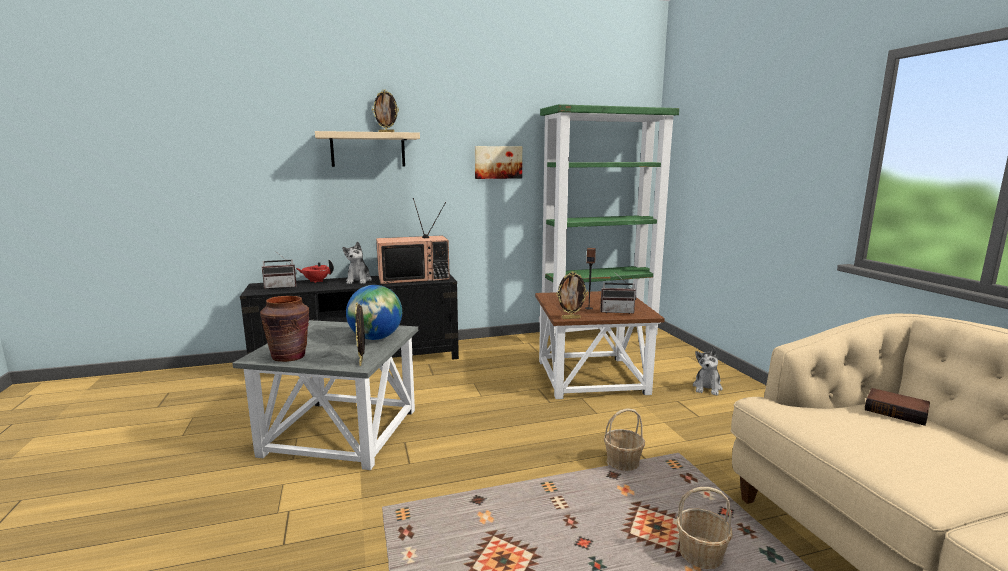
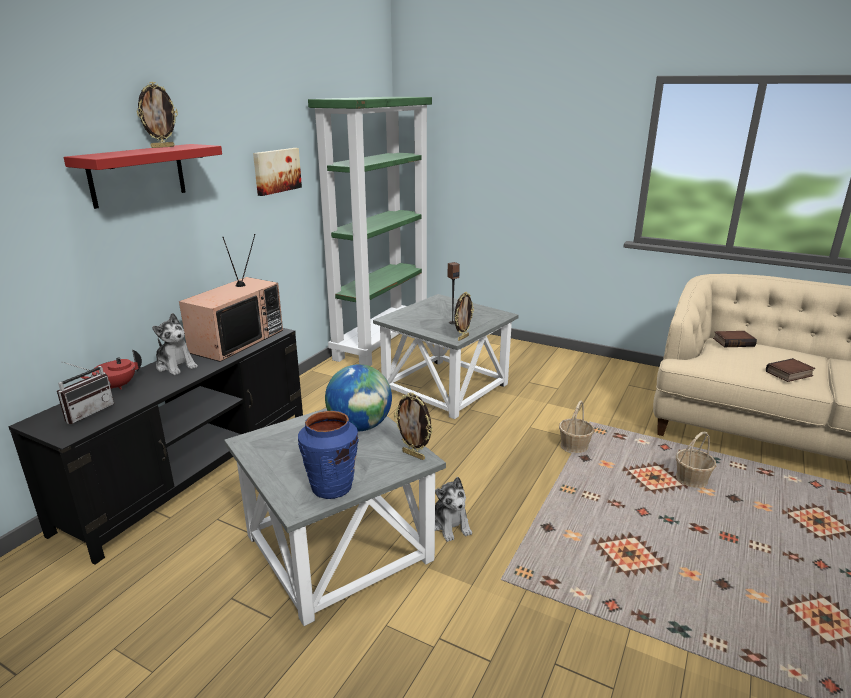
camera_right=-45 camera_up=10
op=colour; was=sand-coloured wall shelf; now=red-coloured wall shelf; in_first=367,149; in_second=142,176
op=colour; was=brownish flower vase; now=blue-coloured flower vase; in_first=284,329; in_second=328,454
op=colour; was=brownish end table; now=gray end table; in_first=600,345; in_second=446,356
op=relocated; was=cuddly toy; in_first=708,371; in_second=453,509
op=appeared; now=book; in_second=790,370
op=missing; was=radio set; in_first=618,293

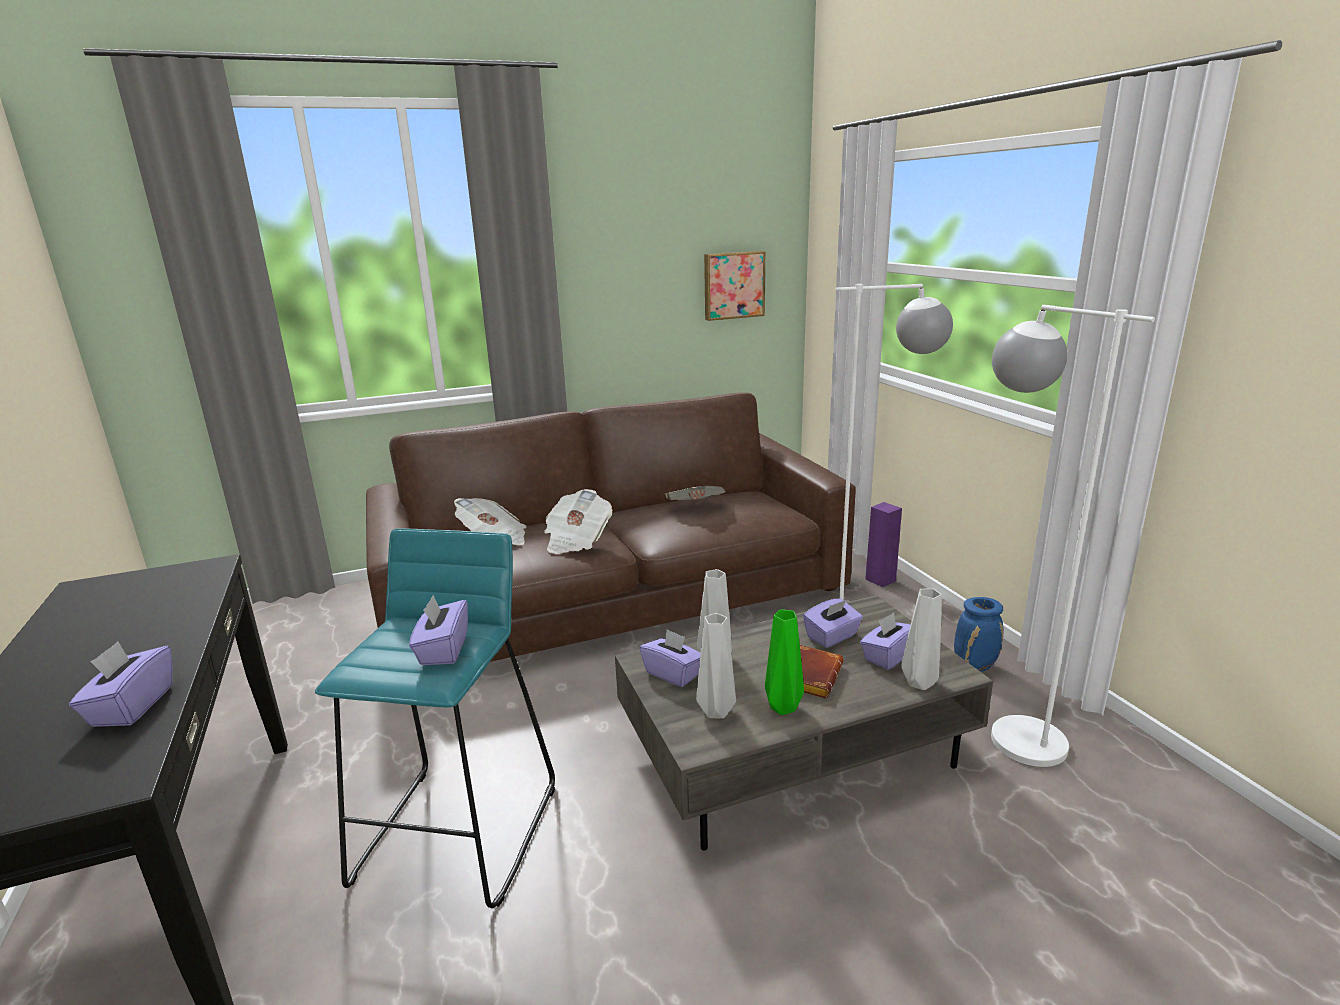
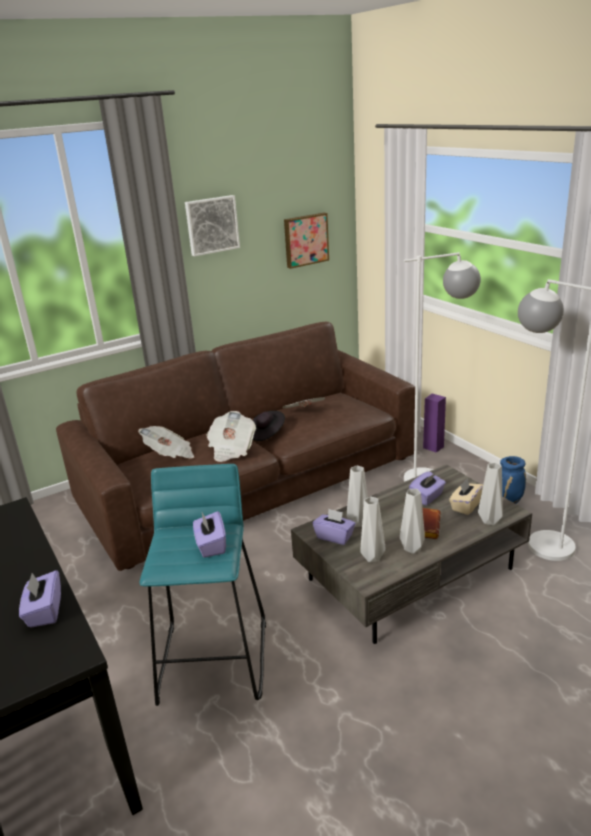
camera_right=-10 camera_up=5
op=appeared; now=picture; in_second=212,226
op=appeared; now=black-coloured wearable hat; in_second=269,426
op=colour; was=green-coloured flower vase; now=gray flower vase; in_first=784,662; in_second=412,521
op=colour; was=purple tissue box; now=sand-coloured tissue box; in_first=885,641; in_second=466,496

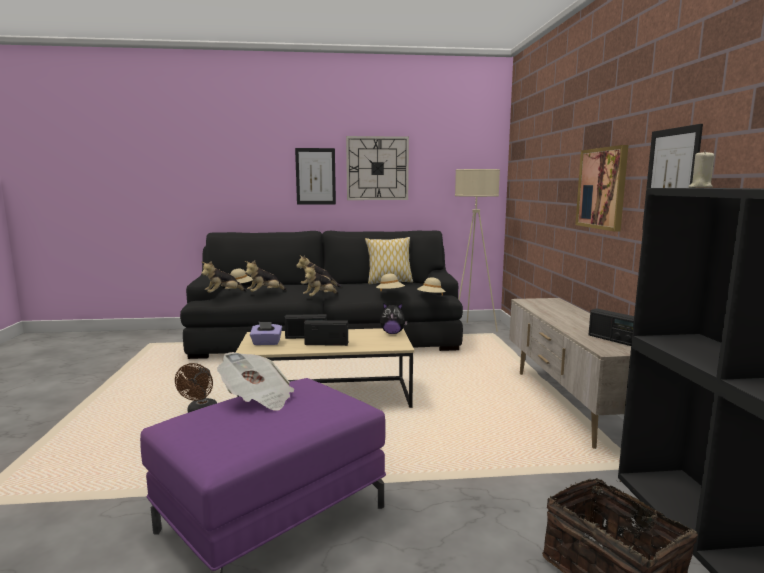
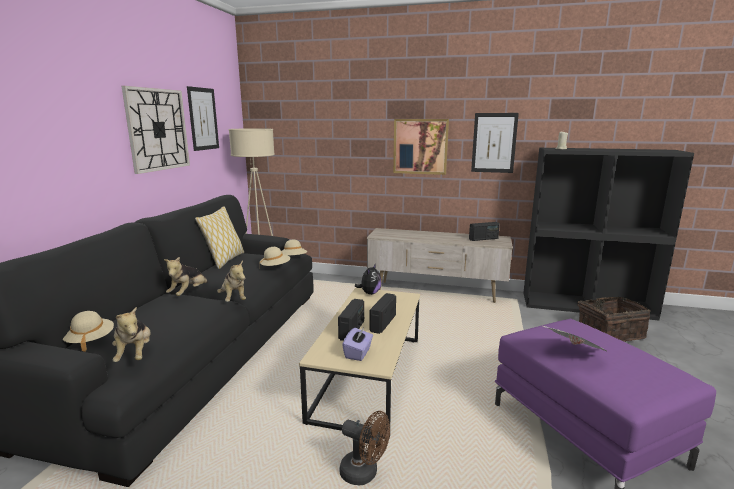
camera_right=-70 camera_up=5
op=relocated; was=picture; in_first=315,176; in_second=203,118
op=missing; was=cuddly toy; in_first=266,276

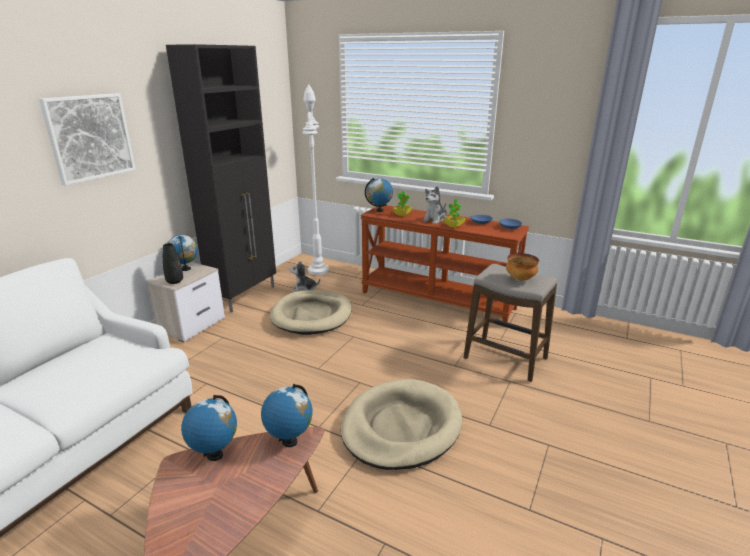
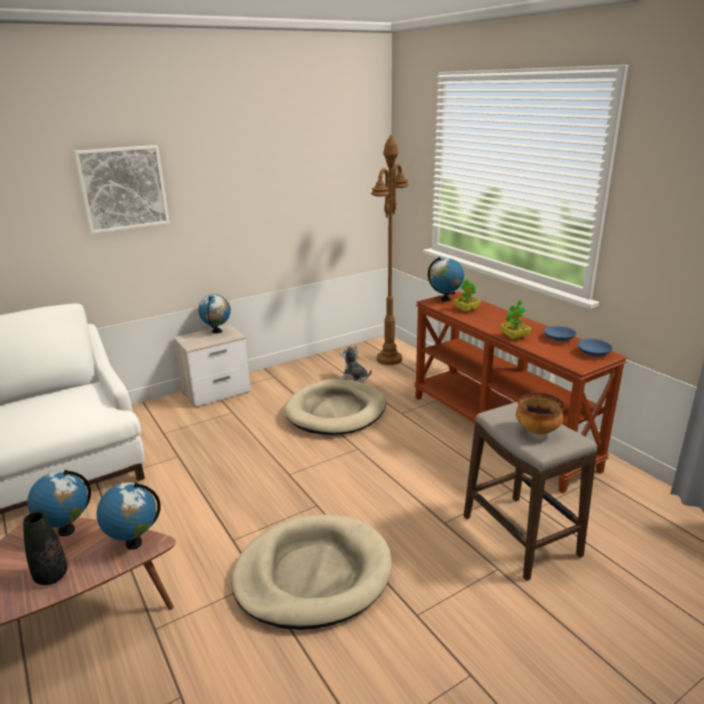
camera_right=30 camera_up=0
op=relocated; was=black-coloured flower vase; in_first=173,263; in_second=45,548
op=colour; was=whitish floor lamp; now=brownish floor lamp; in_first=315,179; in_second=390,250
op=missing; was=black-coloured cupboard; in_first=221,178
op=missing; was=cuddly toy; in_first=434,205

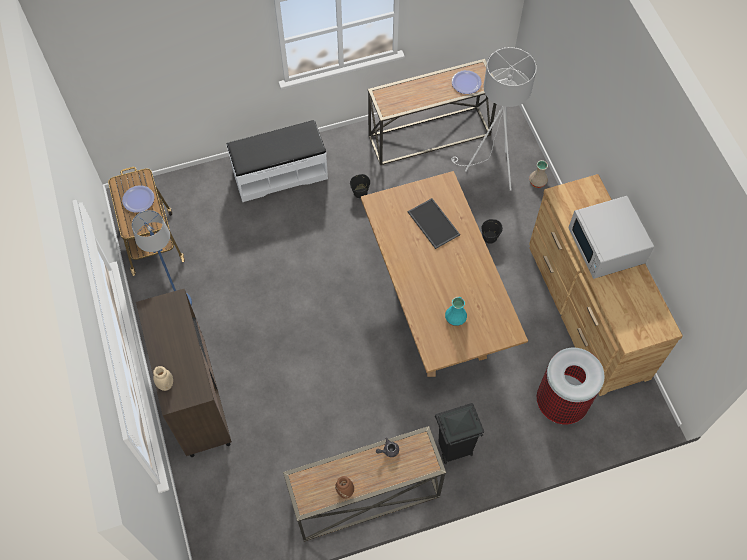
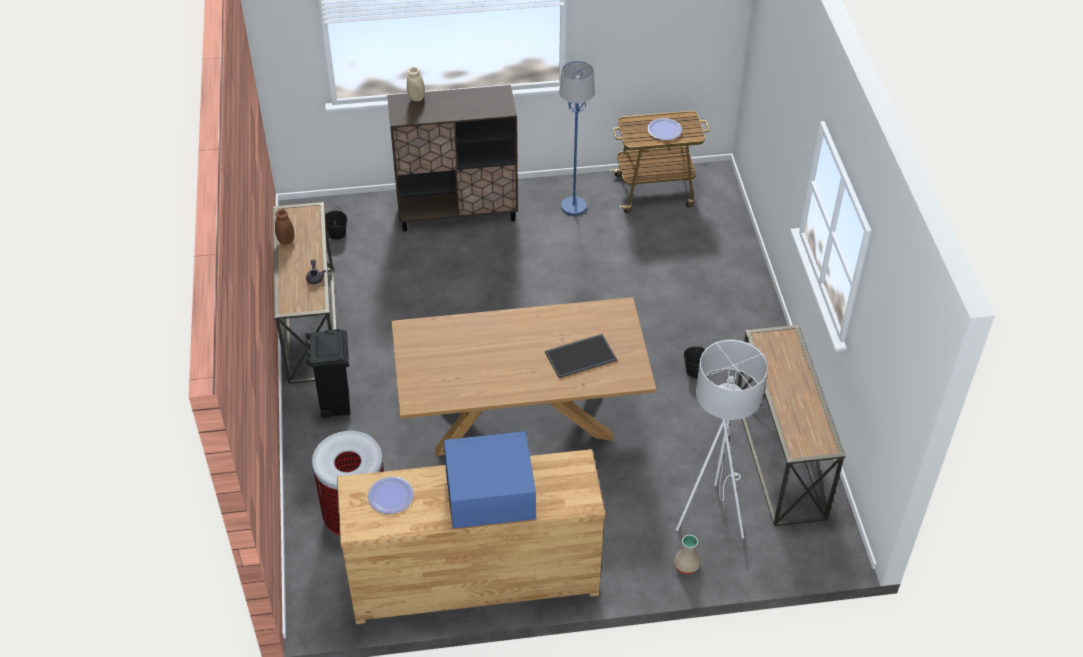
camera_right=100 camera_up=-15
op=relocated; was=black-coloured pail; in_first=492,231; in_second=336,223
op=relocated; was=plate; in_first=467,82; in_second=391,495
op=colour; was=whitish microwave; now=blue-coloured microwave; in_first=611,237; in_second=490,479
op=missing; was=whitish indoor bench; in_first=277,161
op=missing; was=blue-green flower vase; in_first=456,311

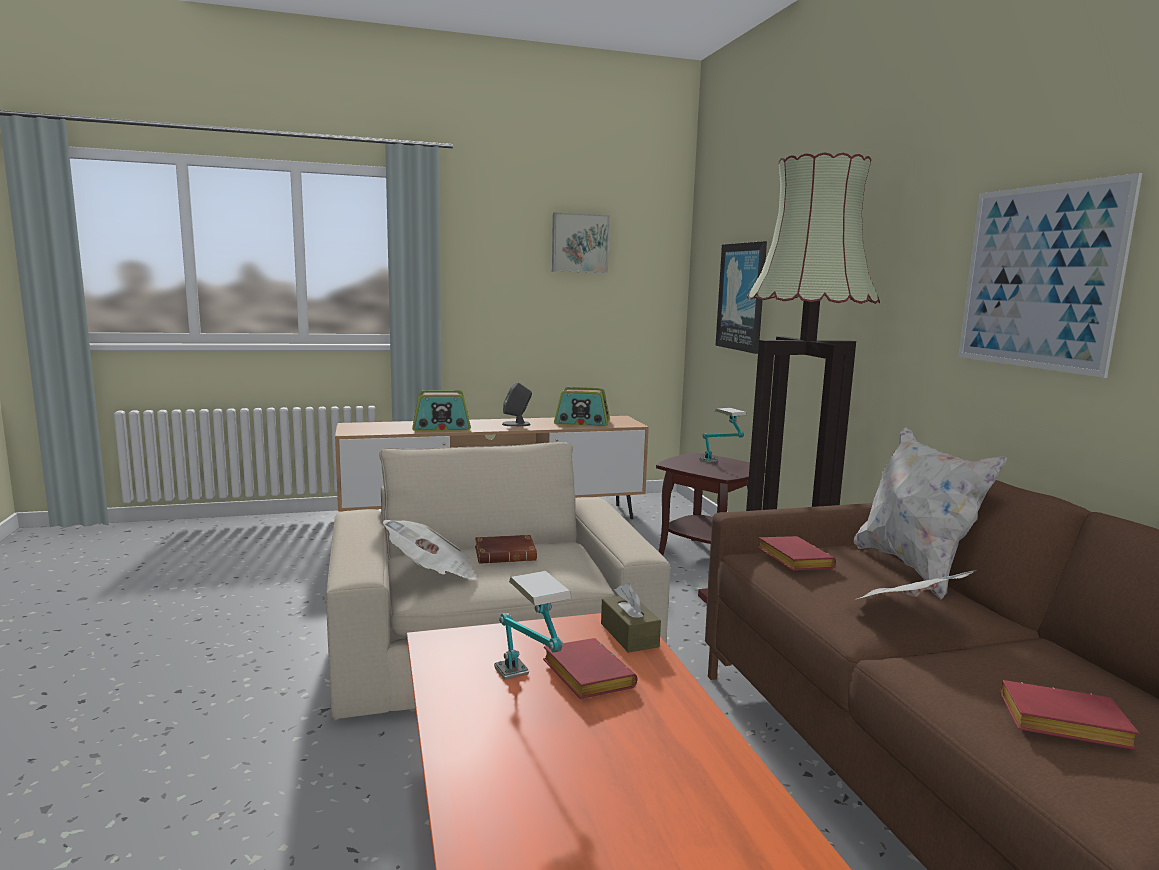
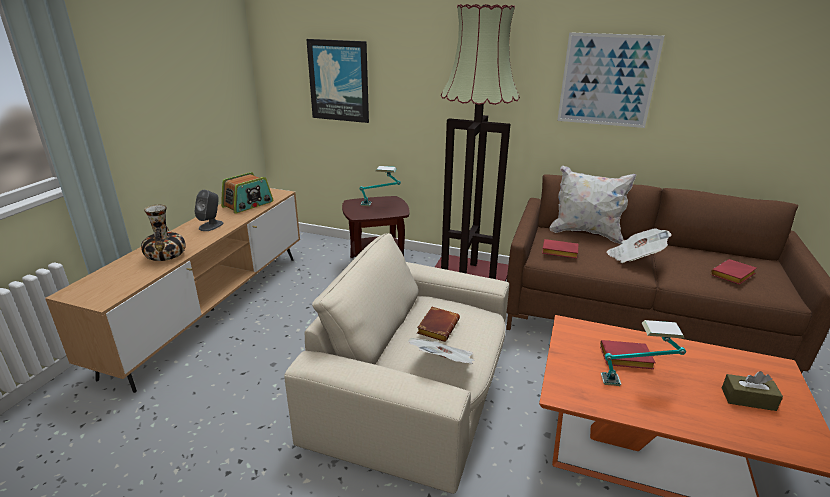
camera_right=-55 camera_up=15
op=exchanged; was=radio set; now=flower vase; in_first=441,410; in_second=163,232
op=relocated; was=brownish tissue box; in_first=631,618; in_second=752,391
op=missing; was=picture; in_first=581,242

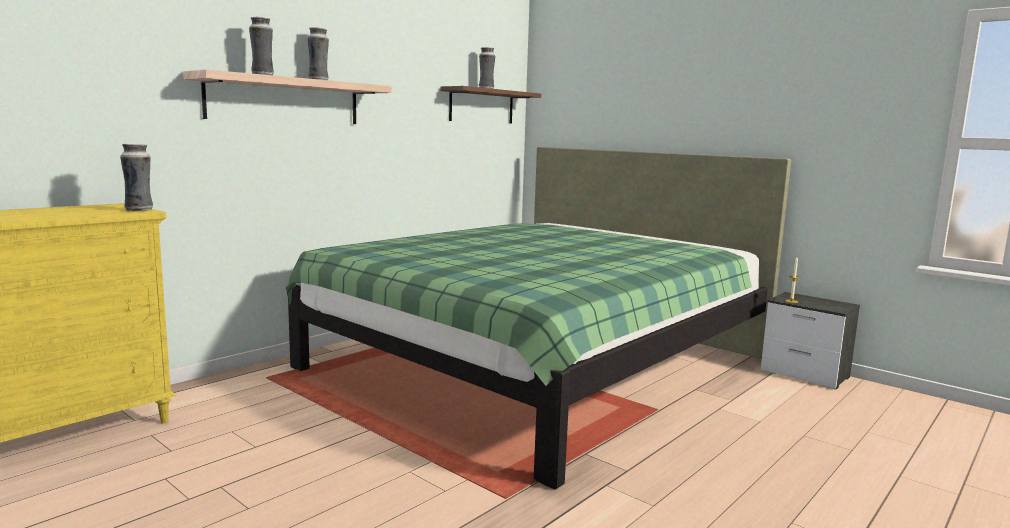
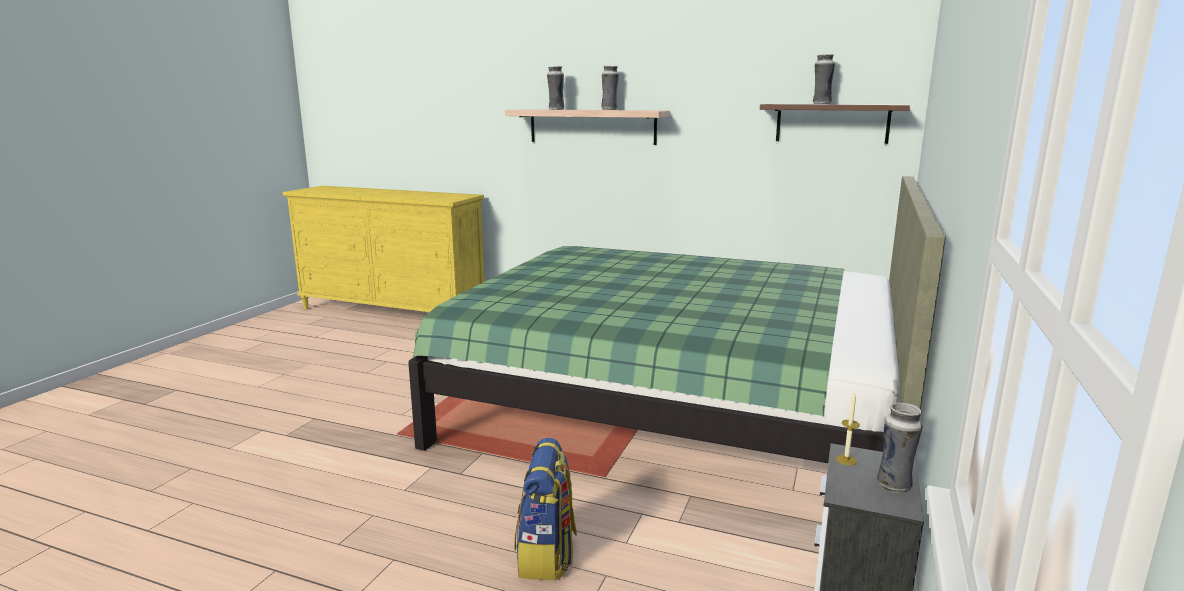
camera_right=70 camera_up=5
op=appeared; now=rucksack; in_second=545,509
op=relocated; was=flower vase; in_first=136,177; in_second=900,448

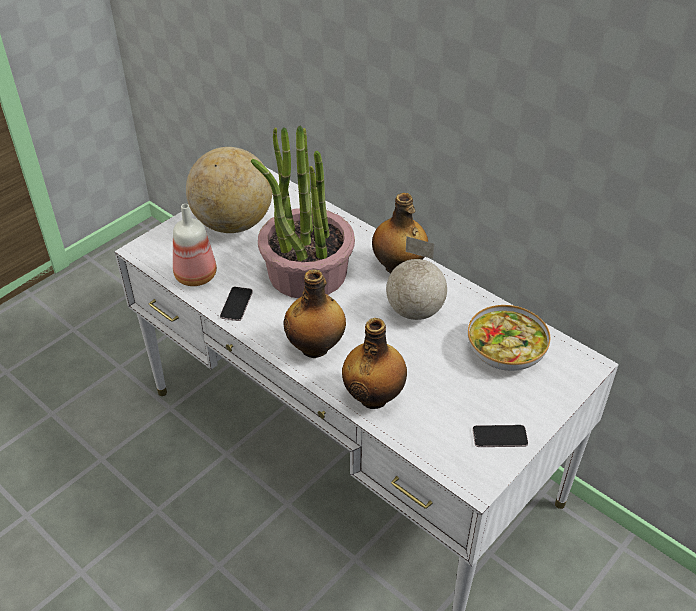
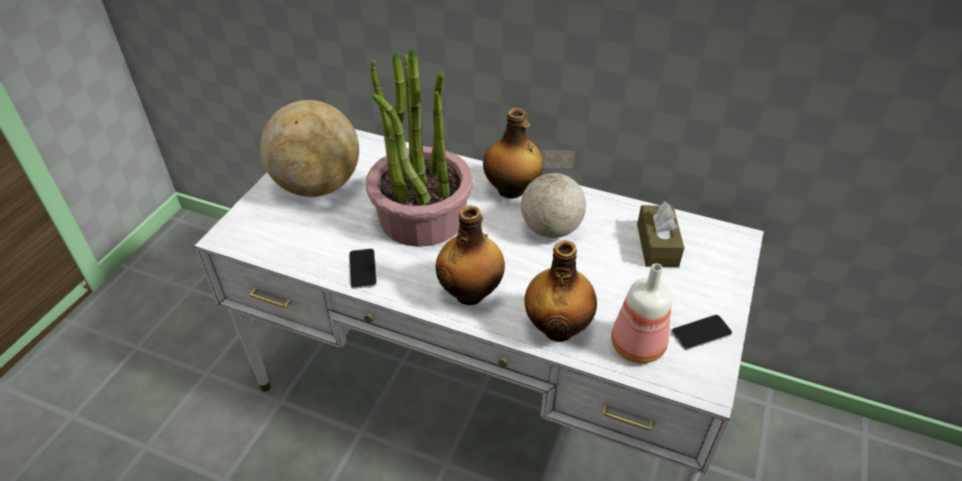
camera_right=-20 camera_up=0
op=relocated; was=drink bottle; in_first=195,245; in_second=641,313
op=exchanged; was=serving bowl; now=brownish tissue box; in_first=509,338; in_second=660,234

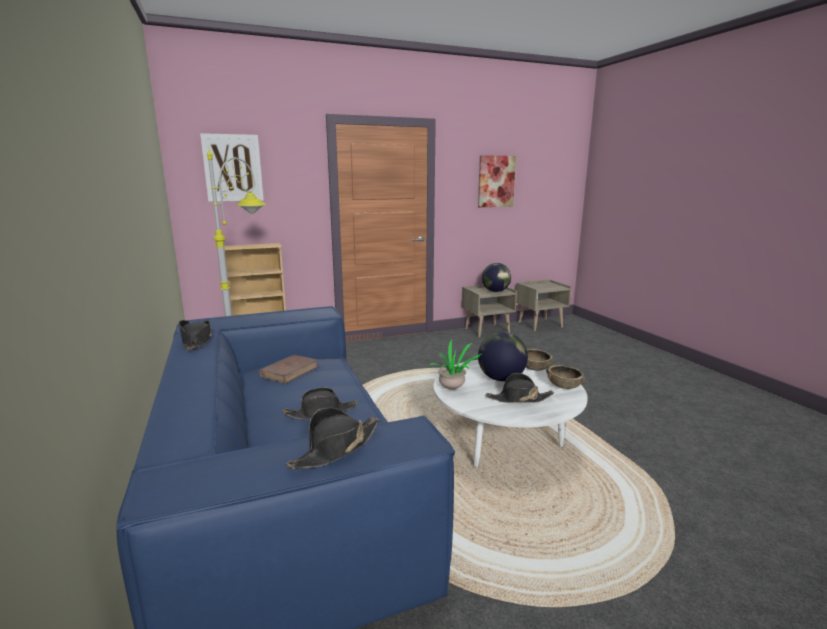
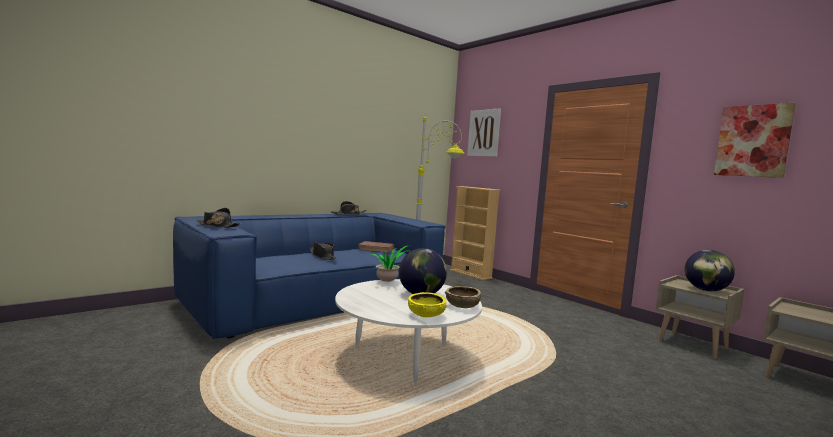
camera_right=70 camera_up=-10
op=colour; was=brownish serving bowl; now=yellow serving bowl; in_first=566,377; in_second=427,304
op=missing; was=black-coloured wearable hat; in_first=520,388

